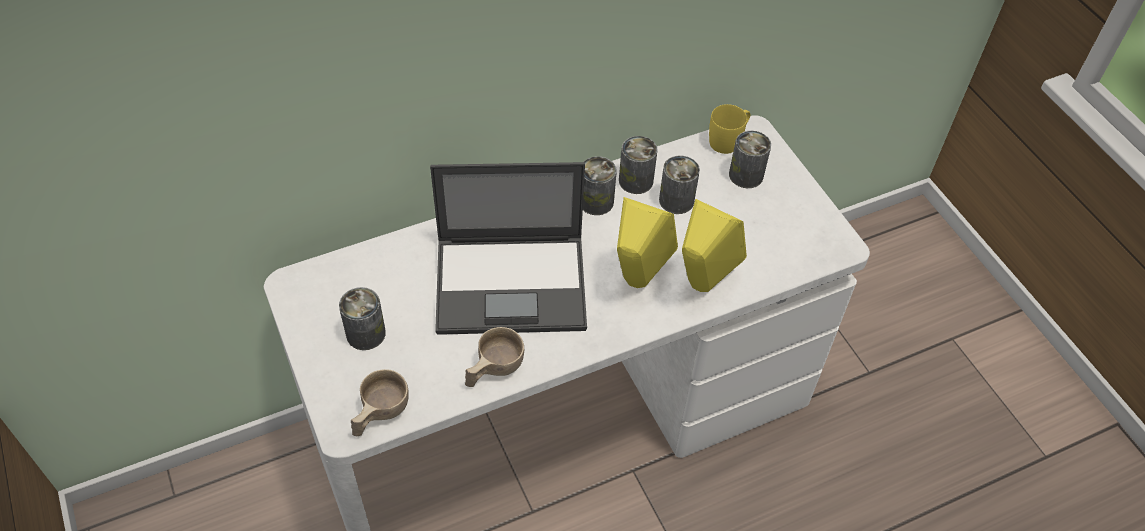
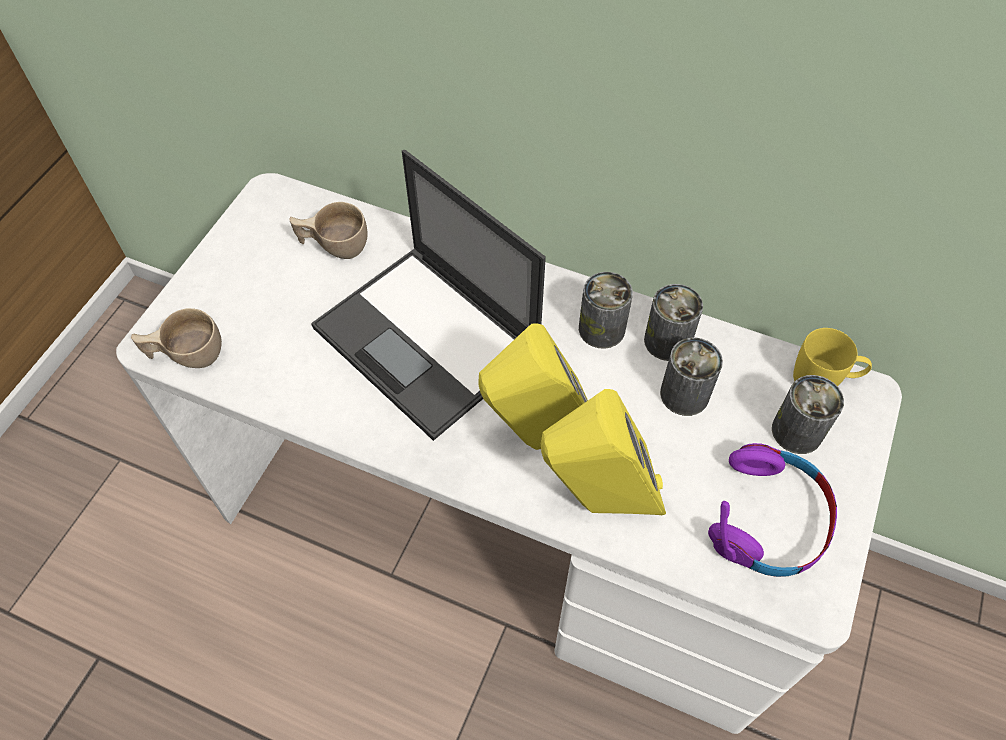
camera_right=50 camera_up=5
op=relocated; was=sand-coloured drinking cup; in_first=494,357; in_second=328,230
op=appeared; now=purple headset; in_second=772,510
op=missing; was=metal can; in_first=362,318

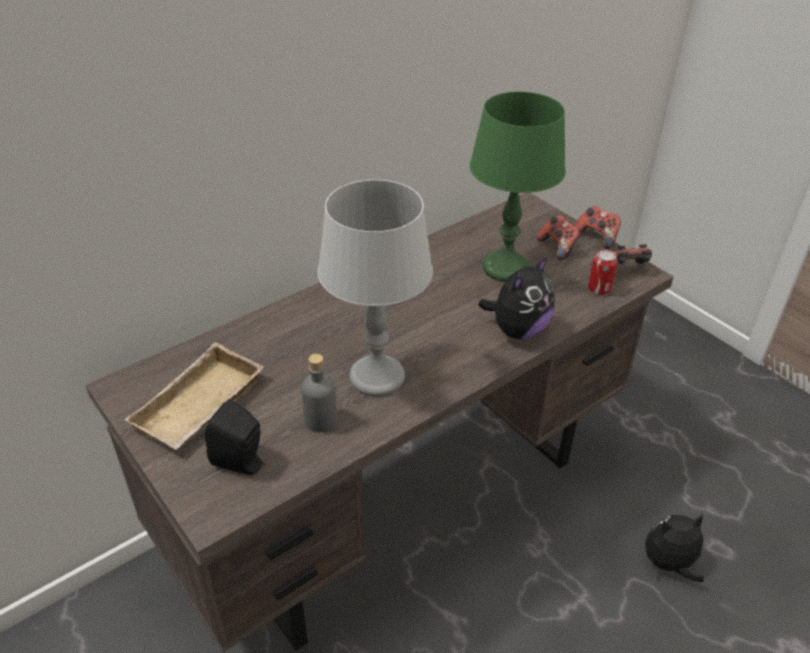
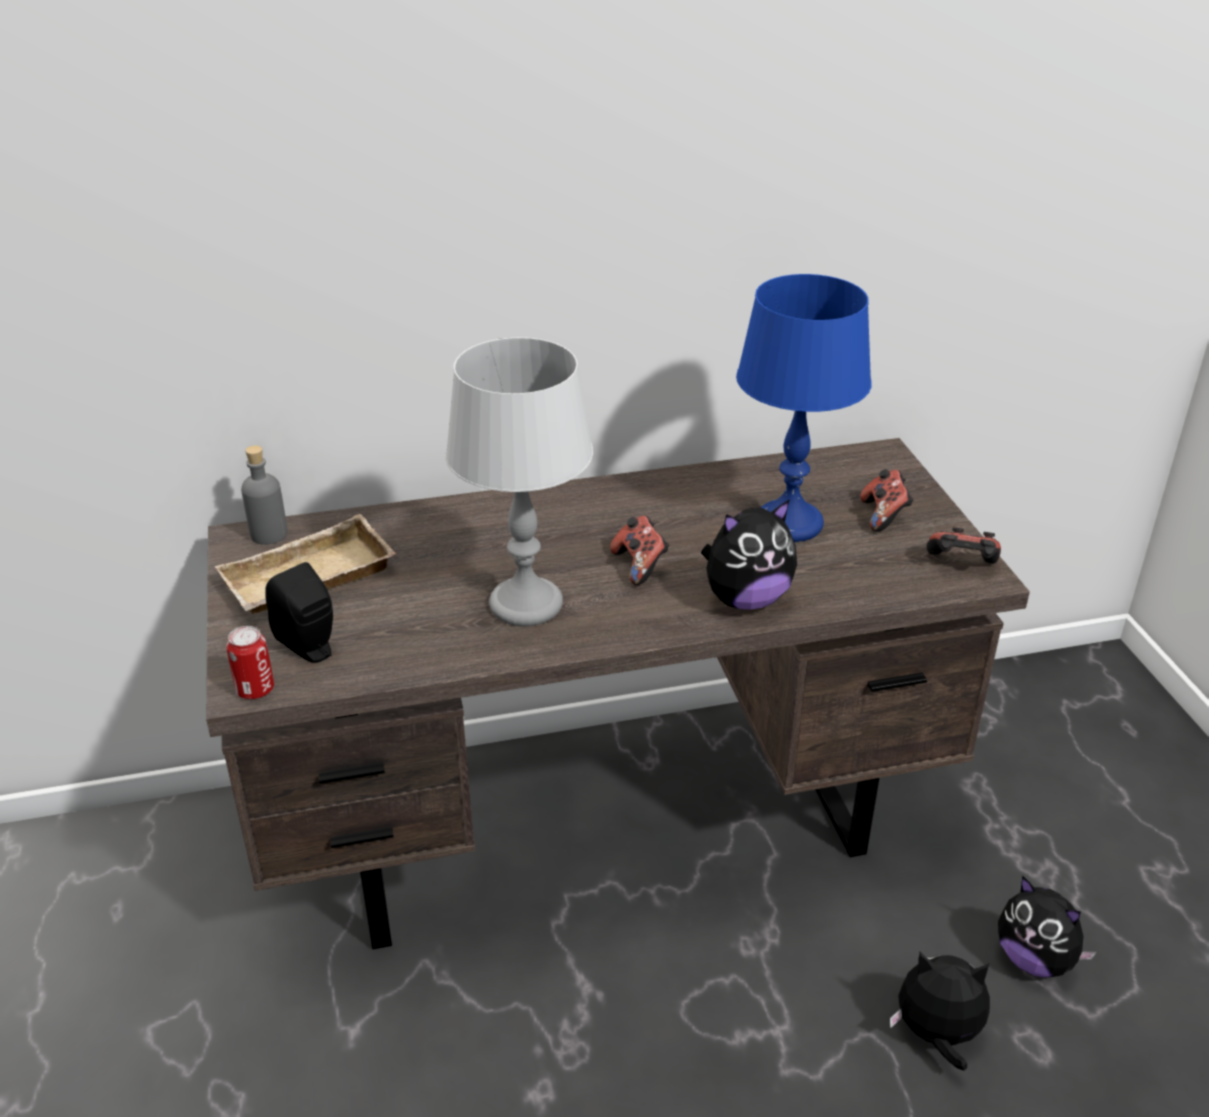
camera_right=25 camera_up=-5
op=relocated; was=metal can; in_first=603,272; in_second=250,662
op=relocated; was=gray drink bottle; in_first=319,393; in_second=264,495
op=relocated; was=joypad; in_first=598,227; in_second=639,550
op=colour; was=green-coloured tabletop lamp; now=blue-coloured tabletop lamp; in_first=518,186; in_second=804,408
op=appeared; now=cuddly toy; in_second=1047,927

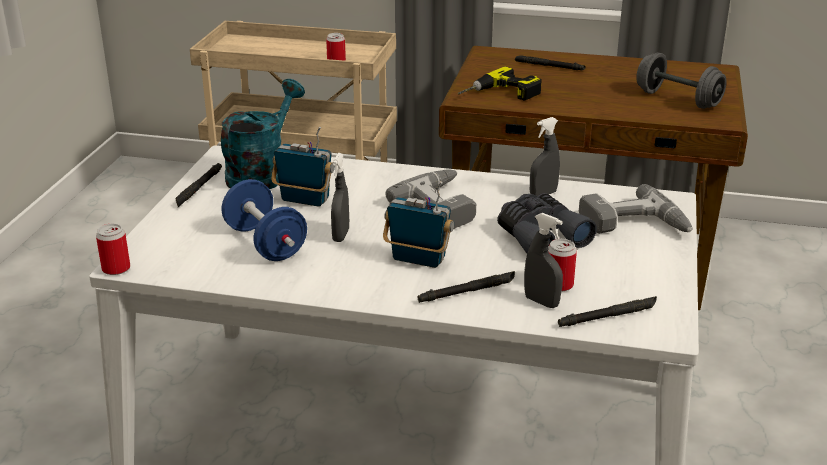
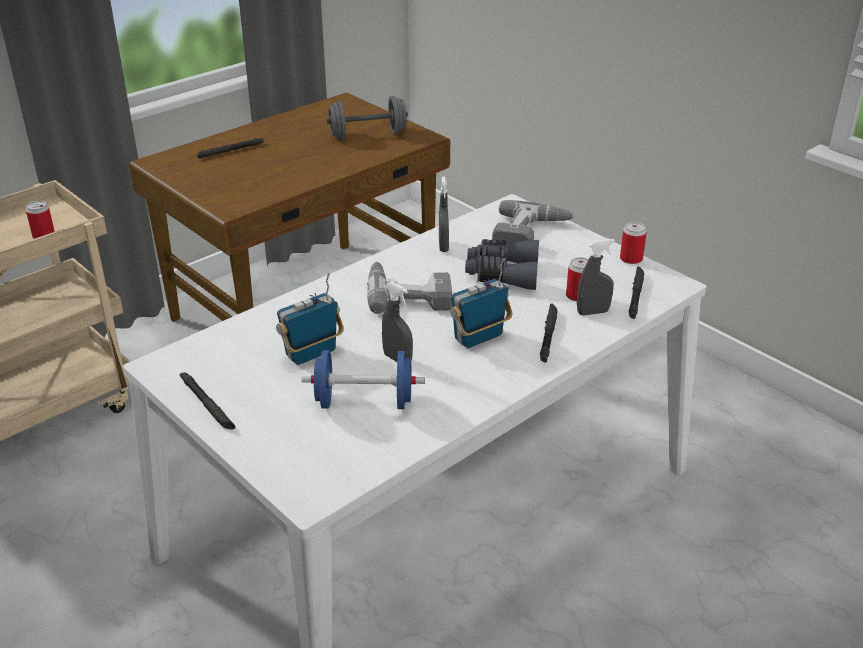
camera_right=-55 camera_up=5
op=relocated; was=metal can; in_first=113,249; in_second=633,243
op=missing; was=blue-green watering can; in_first=263,134
op=missing; was=power drill; in_first=500,83

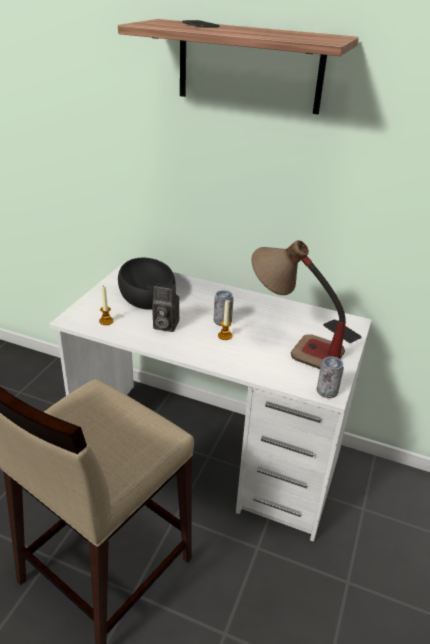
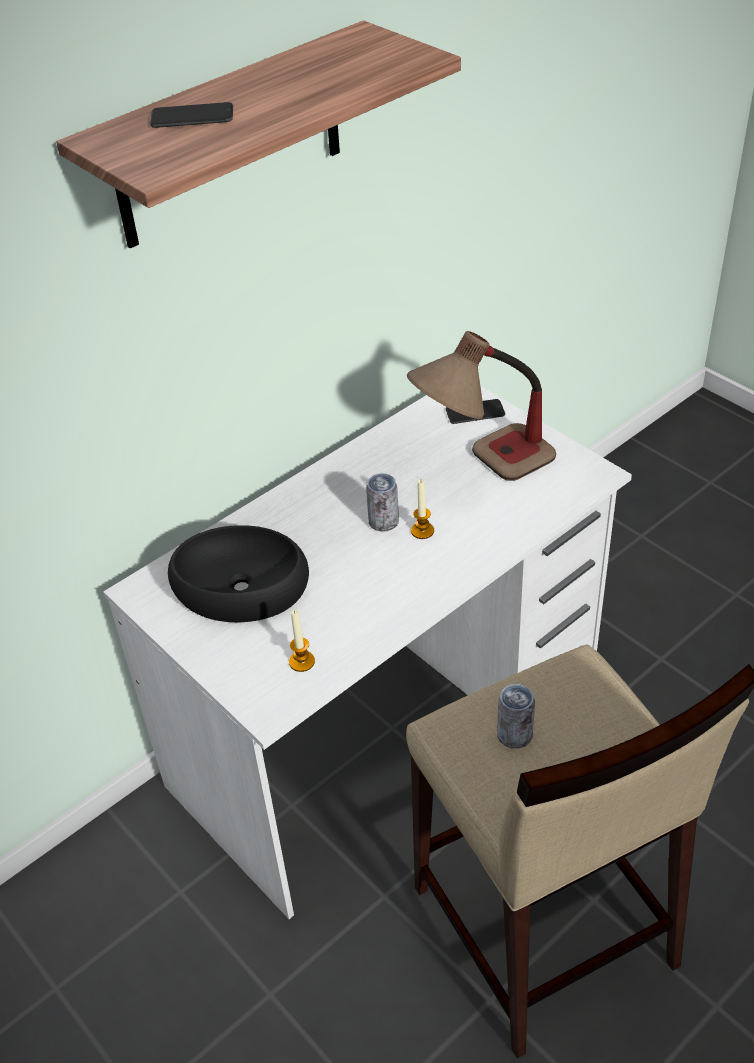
camera_right=-60 camera_up=10
op=relocated; was=metal can; in_first=330,377; in_second=516,716
op=missing; was=photo camera; in_first=165,307

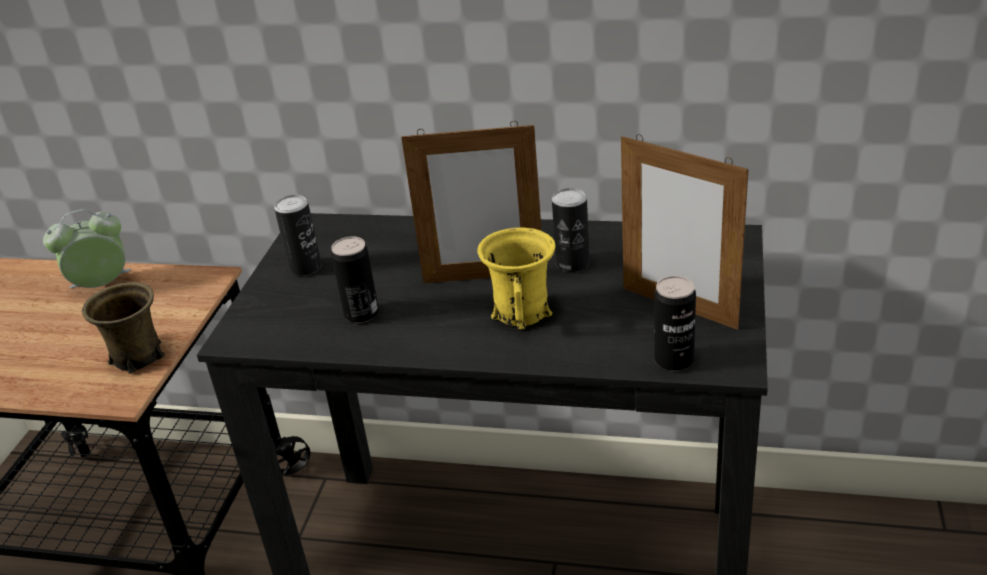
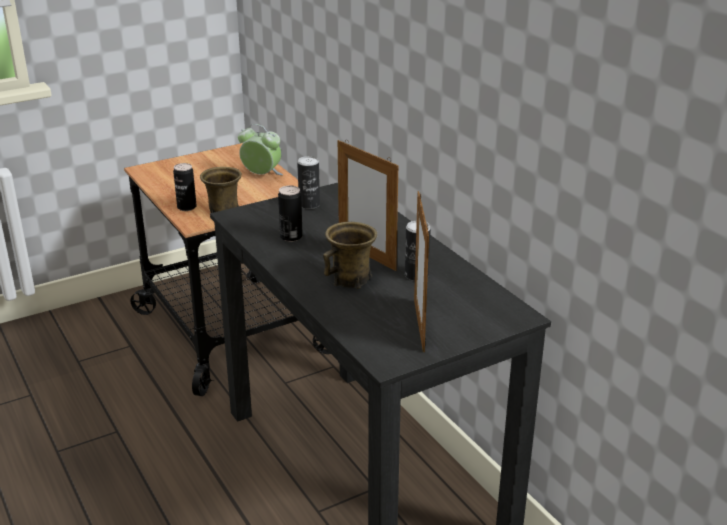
camera_right=45 camera_up=-5
op=relocated; was=metal can; in_first=675,323; in_second=185,187
op=colour; was=yellow coffee mug; now=brownish coffee mug; in_first=516,278; in_second=350,255

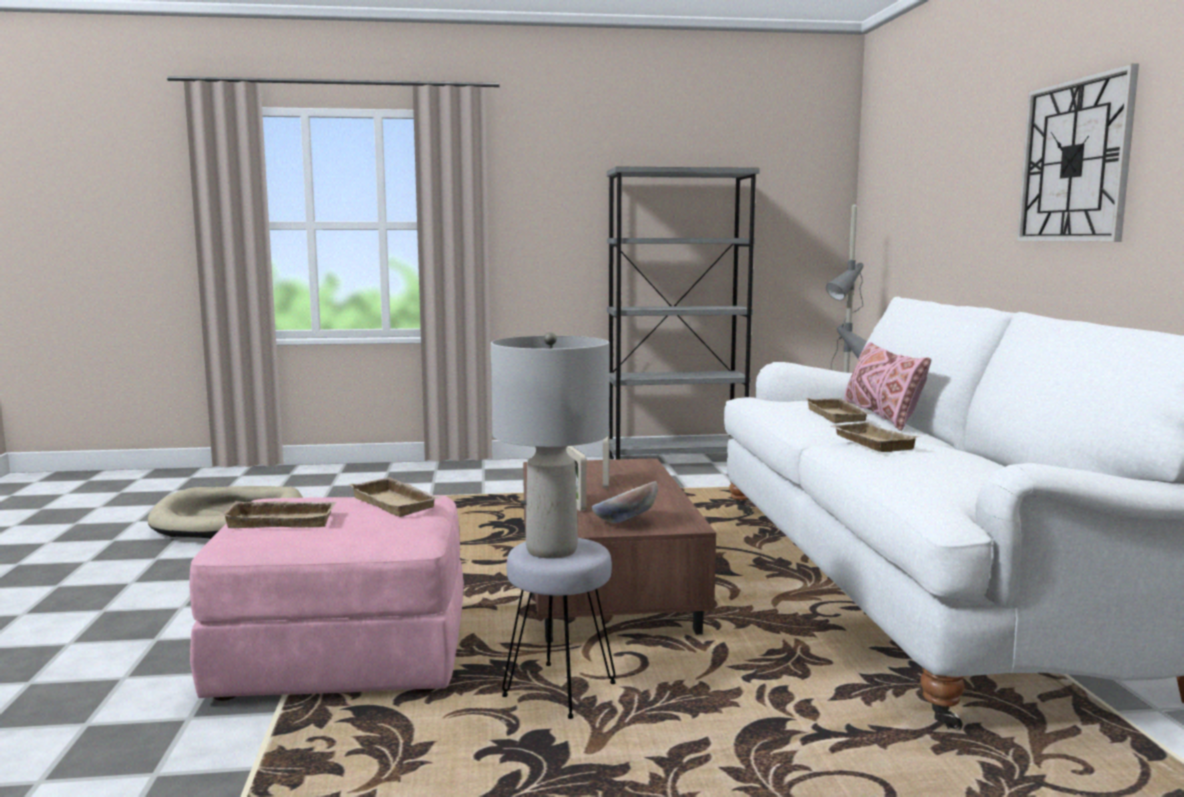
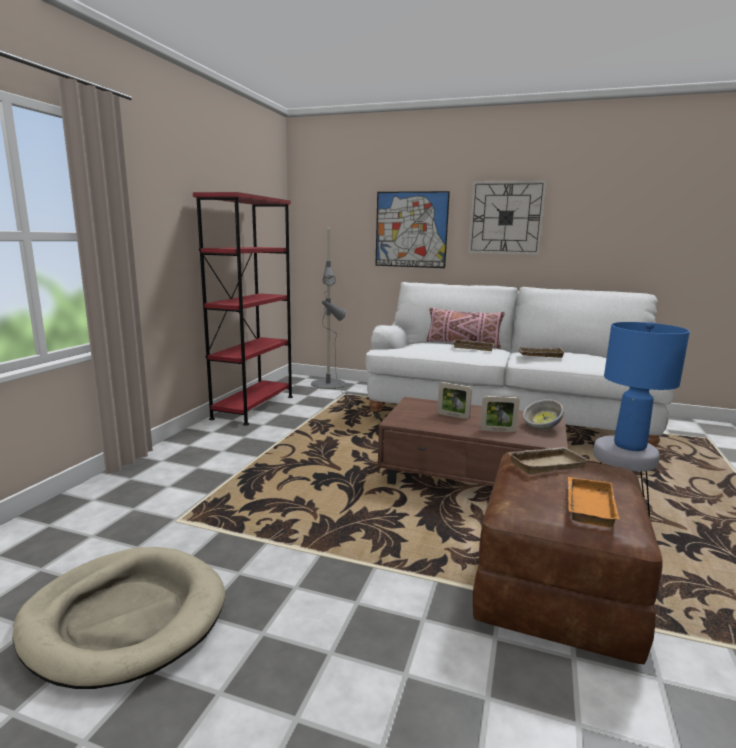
camera_right=-65 camera_up=5
op=colour; was=gray bookcase; now=red-coloured bookcase; in_first=683,312; in_second=243,309
op=appeared; now=picture; in_second=412,229
op=colour; was=pink ottoman; now=brownish ottoman; in_first=326,598; in_second=568,557
op=colour; was=sand-coloured carrying tray; now=orange-coloured carrying tray; in_first=278,514; in_second=594,502
op=colour; was=gray tabletop lamp; now=blue-coloured tabletop lamp; in_first=550,445; in_second=647,386

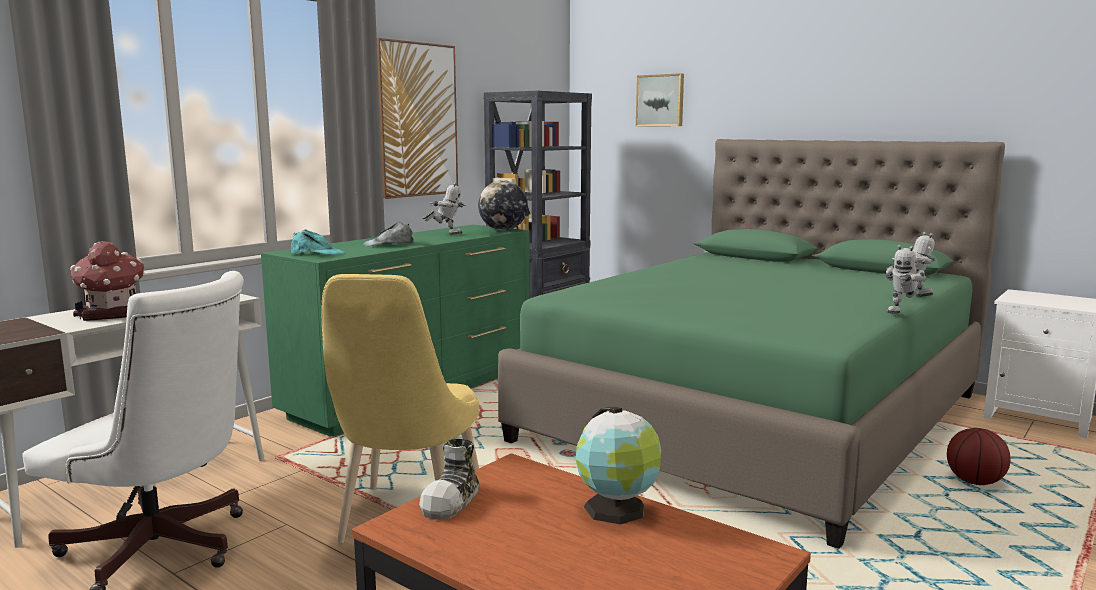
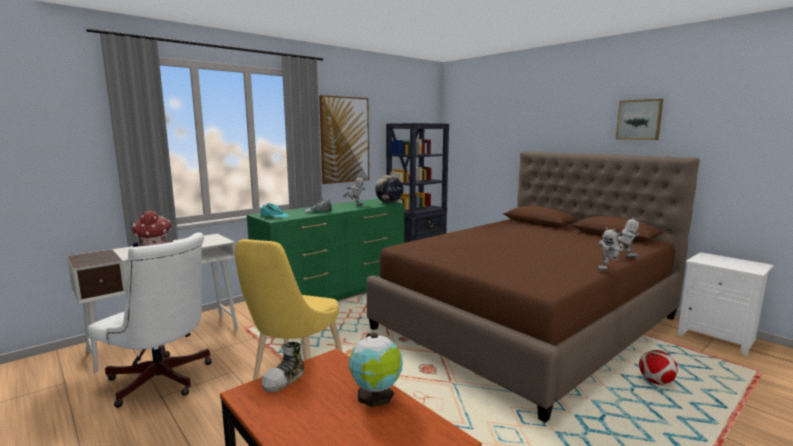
camera_right=10 camera_up=0
op=colour; was=green-coloured bedroom bed; now=brownish bedroom bed; in_first=751,344; in_second=533,287
op=relocated; was=picture; in_first=660,99; in_second=639,119
op=exchanged; was=basketball ball; now=football ball; in_first=979,456; in_second=658,367

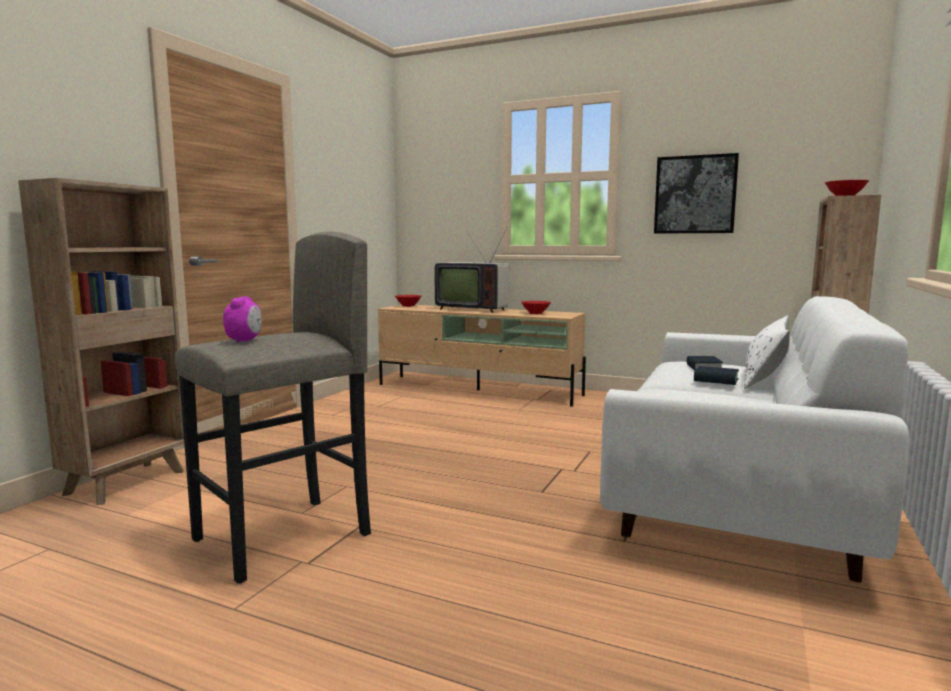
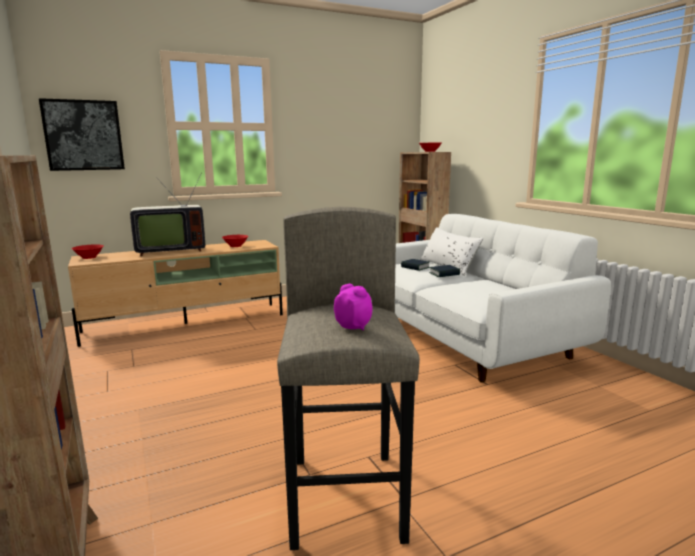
camera_right=-50 camera_up=5
op=relocated; was=picture; in_first=696,193; in_second=82,134

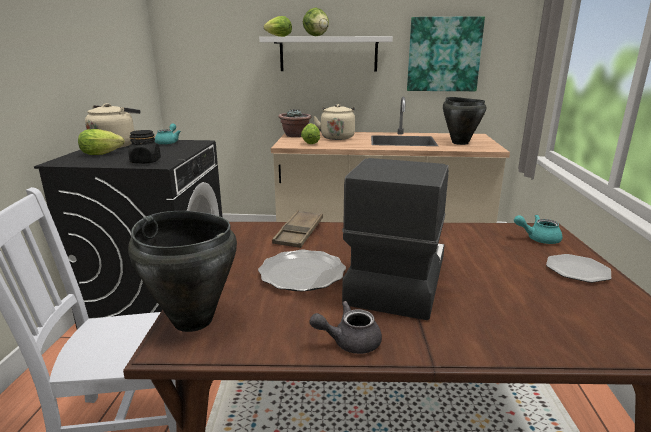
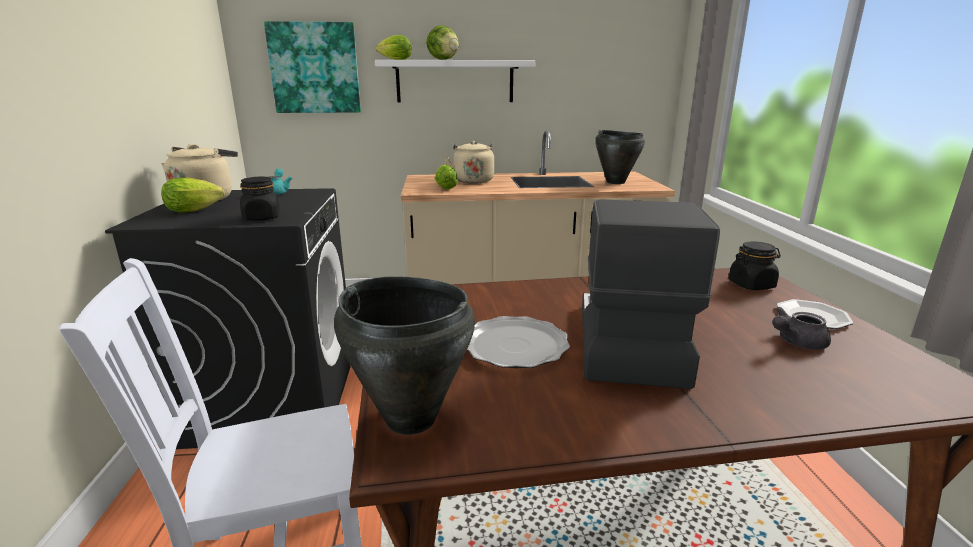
camera_right=-10 camera_up=0
op=relocated; was=picture; in_first=446,53; in_second=312,67
op=exchanged; was=blue-green pot for tea; now=black-coloured preserve jar; in_first=538,229; in_second=755,265
op=relocated; was=gray pot for tea; in_first=345,327; in_second=801,328
op=missing; was=brownish carrying tray; in_first=297,229
op=missing; was=houseplant; in_first=294,123

